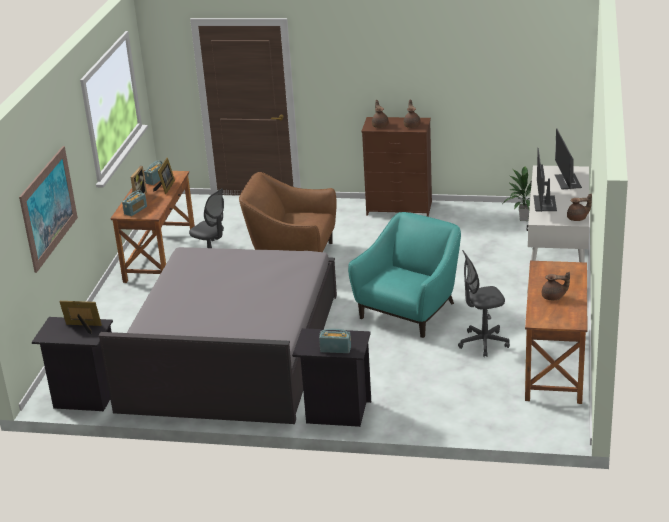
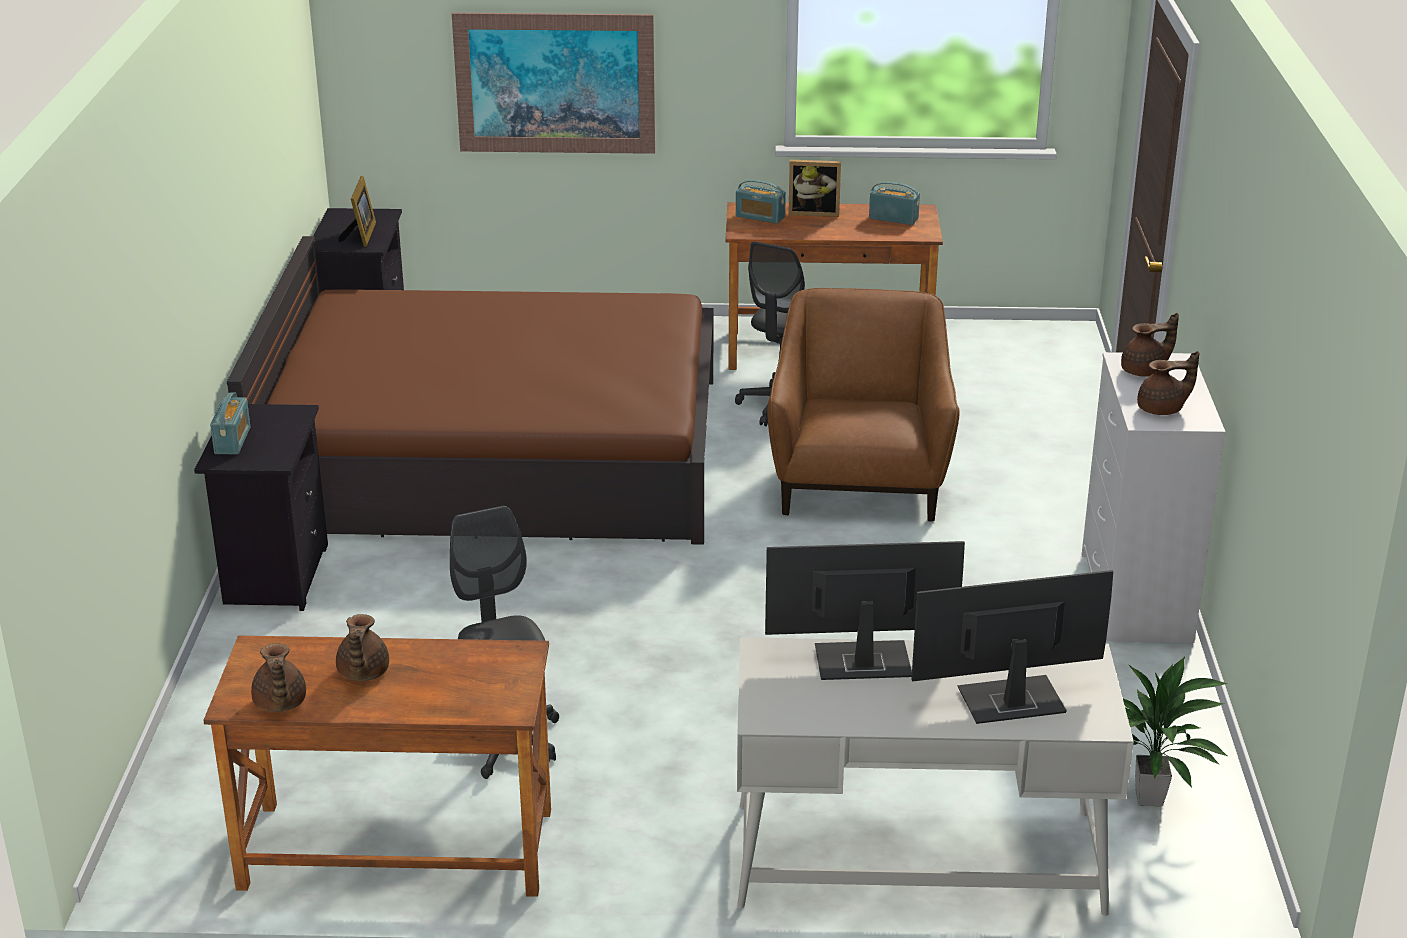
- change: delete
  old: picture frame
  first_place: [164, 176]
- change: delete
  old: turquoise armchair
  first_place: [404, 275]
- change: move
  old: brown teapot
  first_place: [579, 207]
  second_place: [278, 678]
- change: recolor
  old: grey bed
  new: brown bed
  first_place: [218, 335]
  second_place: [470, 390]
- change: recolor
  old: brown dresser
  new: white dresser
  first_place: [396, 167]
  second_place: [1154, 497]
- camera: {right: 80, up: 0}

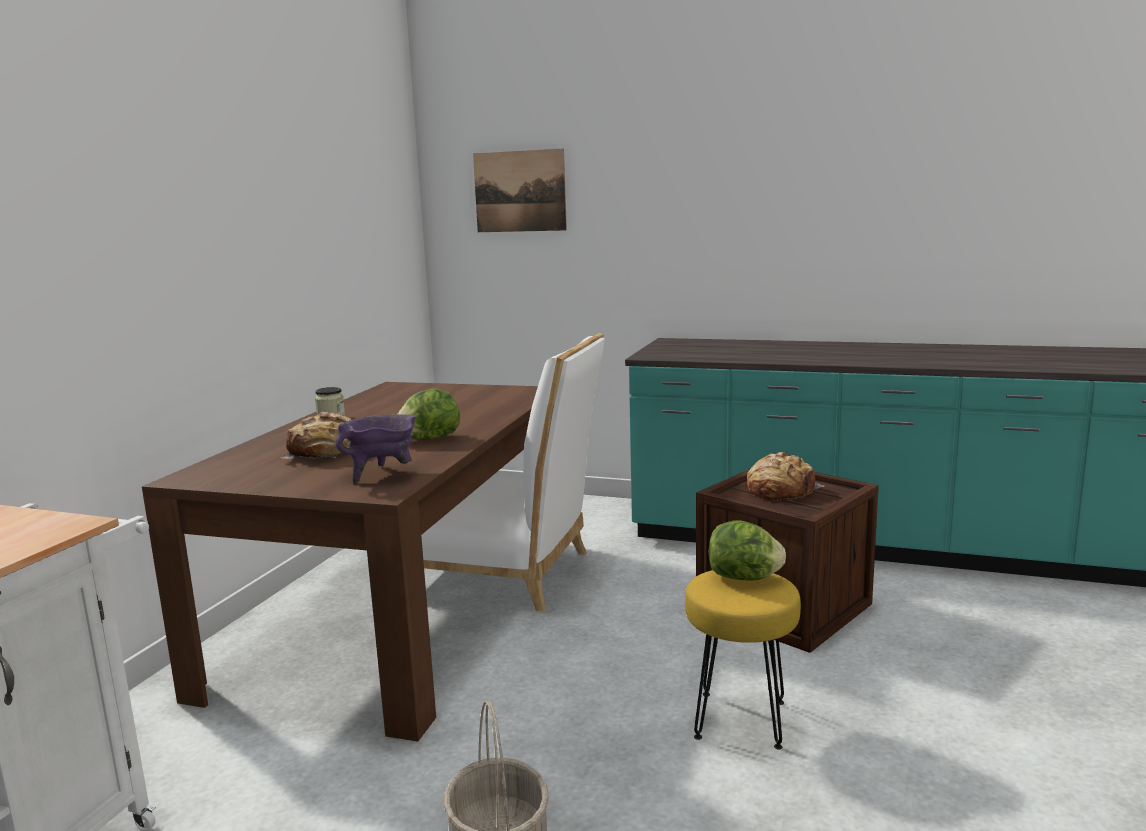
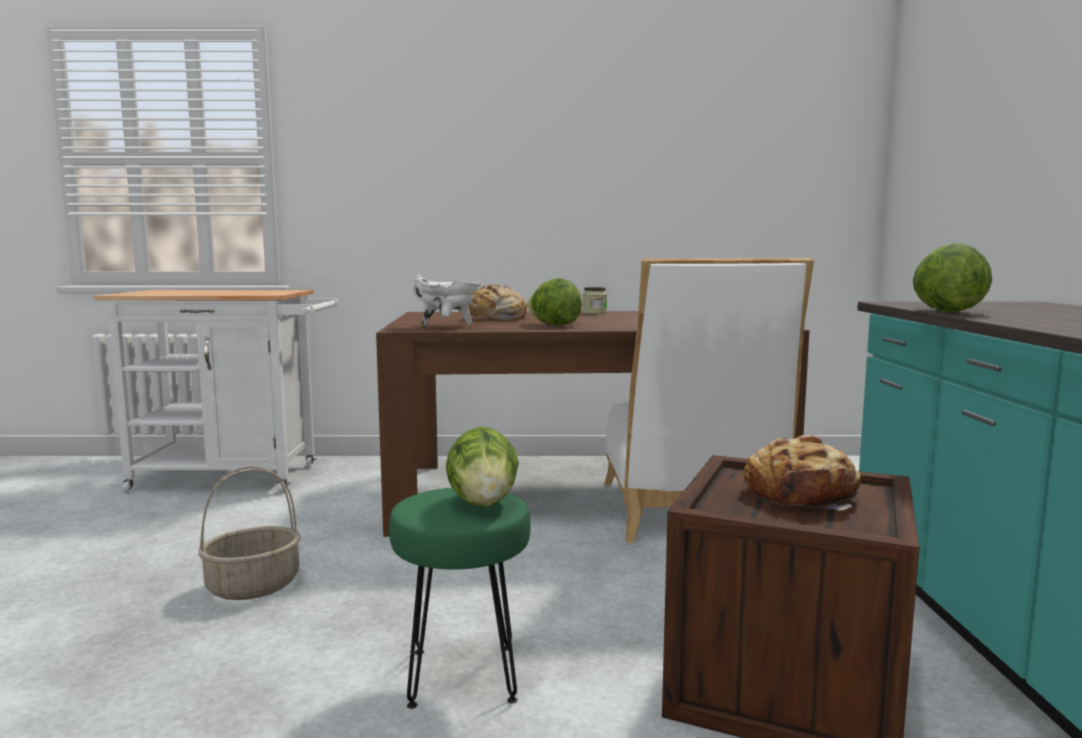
- change: delete
  old: picture
  first_place: [520, 190]
- change: insert
  new: lettuce
  second_place: [952, 277]
- change: recolor
  old: purple cooking pot
  new: white cooking pot
  first_place: [376, 449]
  second_place: [447, 300]
- change: recolor
  old: yellow stool
  new: green stool
  first_place: [743, 660]
  second_place: [460, 598]
- camera: {right: 70, up: -5}

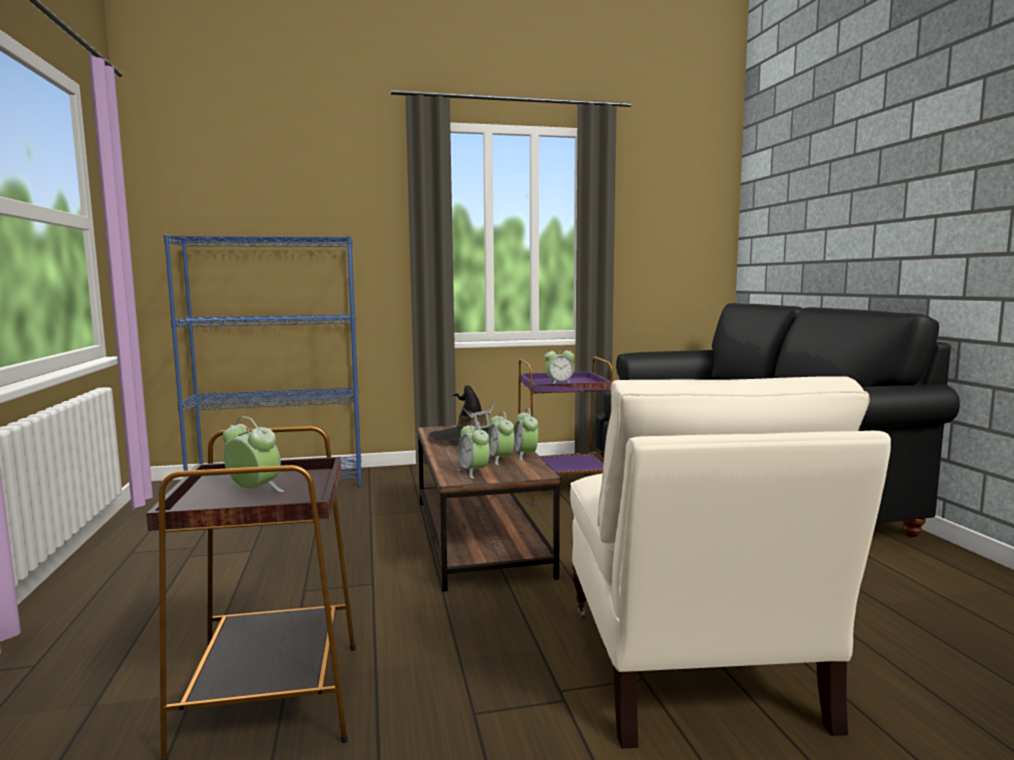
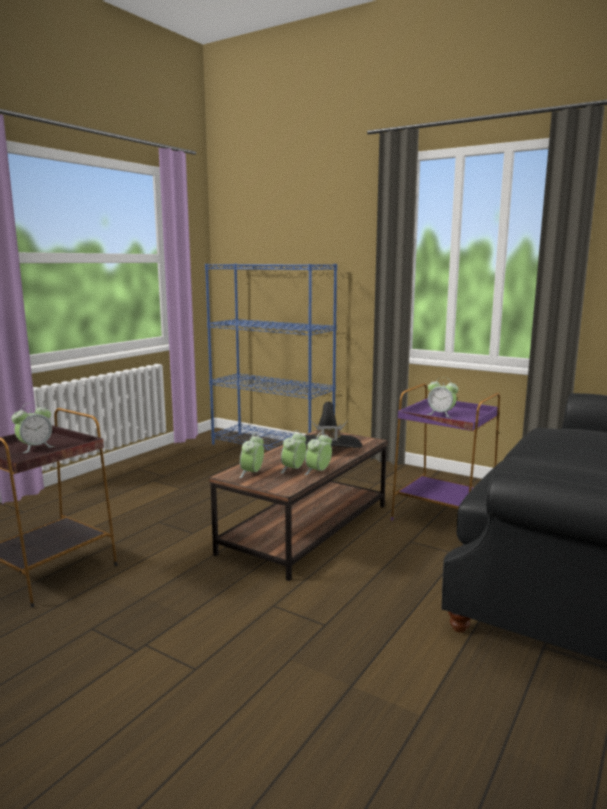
- change: delete
  old: beige armchair
  first_place: [730, 562]
- change: rotate
  old: alarm clock
  first_place: [253, 454]
  second_place: [32, 428]
  degrees: 60
- camera: {right: 45, up: 5}

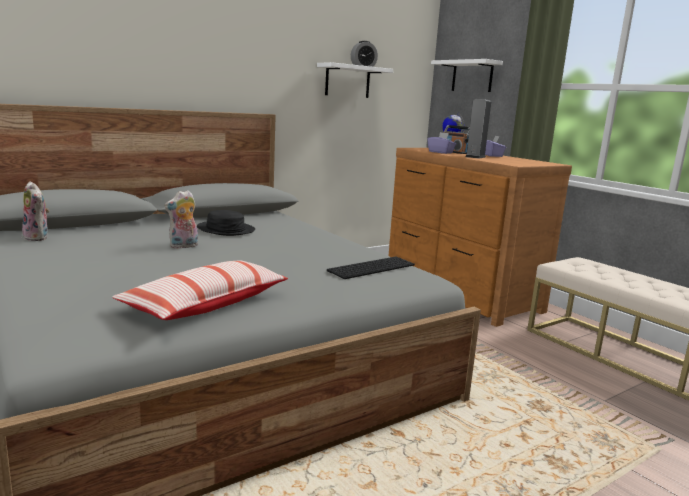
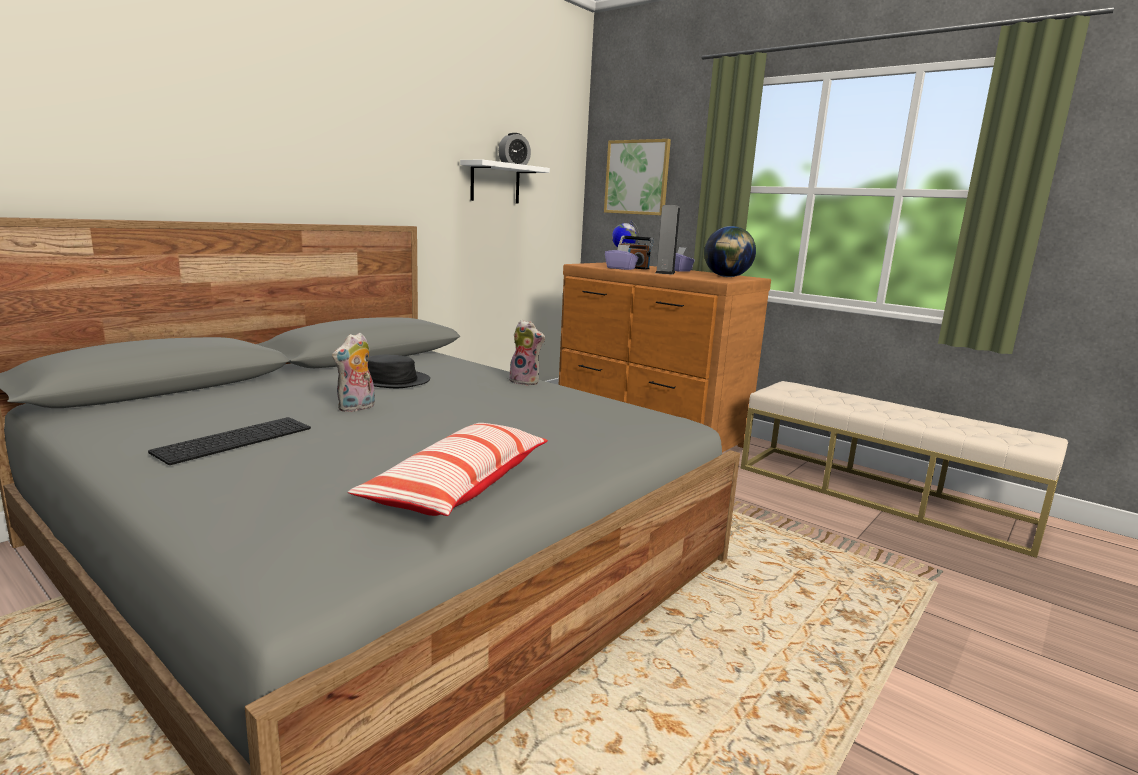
- change: insert
  new: globe
  second_place: [730, 251]
- change: move
  old: plush toy
  first_place: [35, 211]
  second_place: [527, 352]
- change: move
  old: keyboard
  first_place: [371, 268]
  second_place: [229, 441]
- change: replace
  old: white shelf
  new: picture
  first_place: [467, 75]
  second_place: [637, 177]
- camera: {right: -15, up: 0}

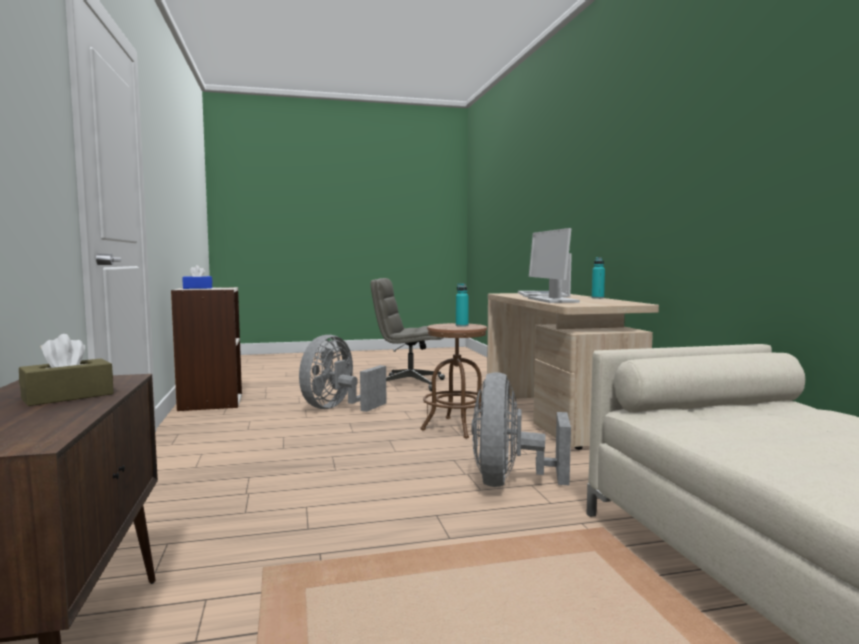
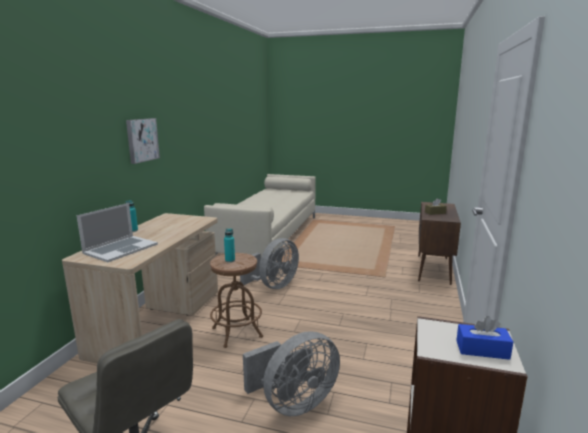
- change: delete
  old: monitor
  first_place: [554, 265]
- change: insert
  new: picture
  second_place: [143, 141]
- camera: {right: -150, up: 10}

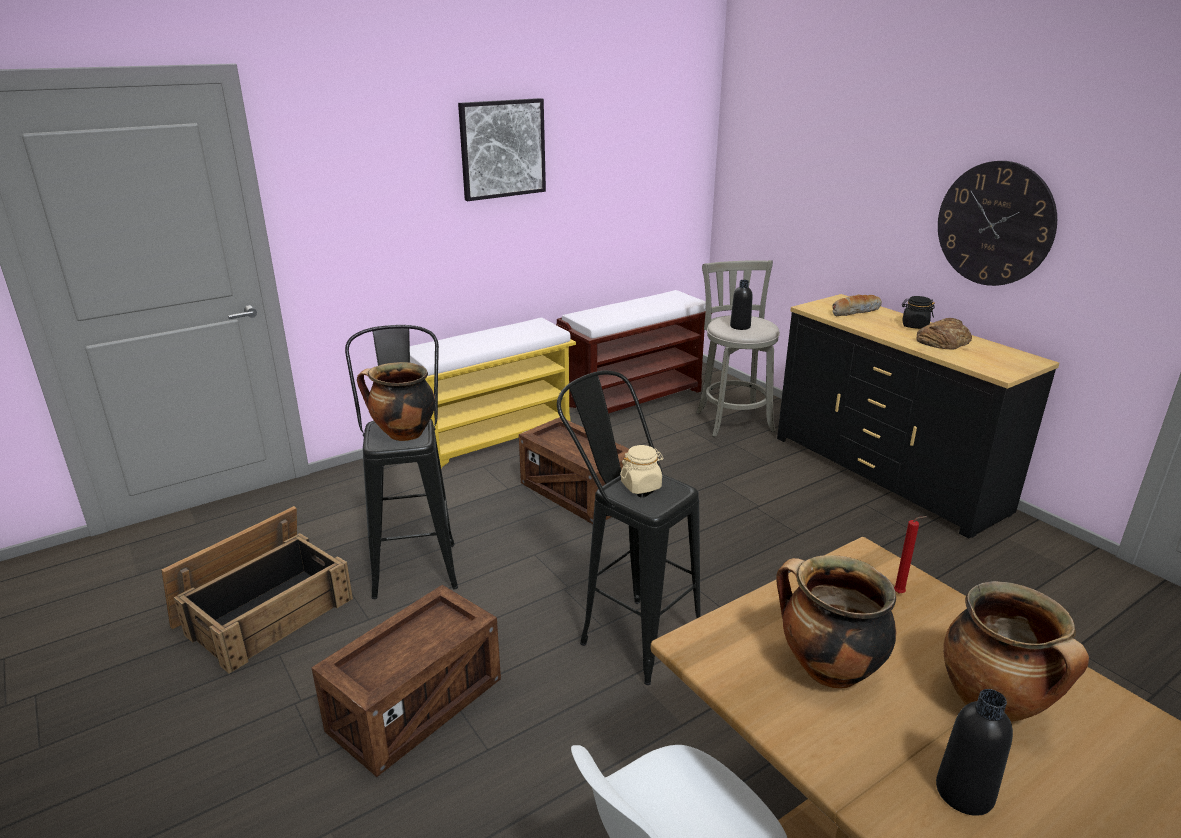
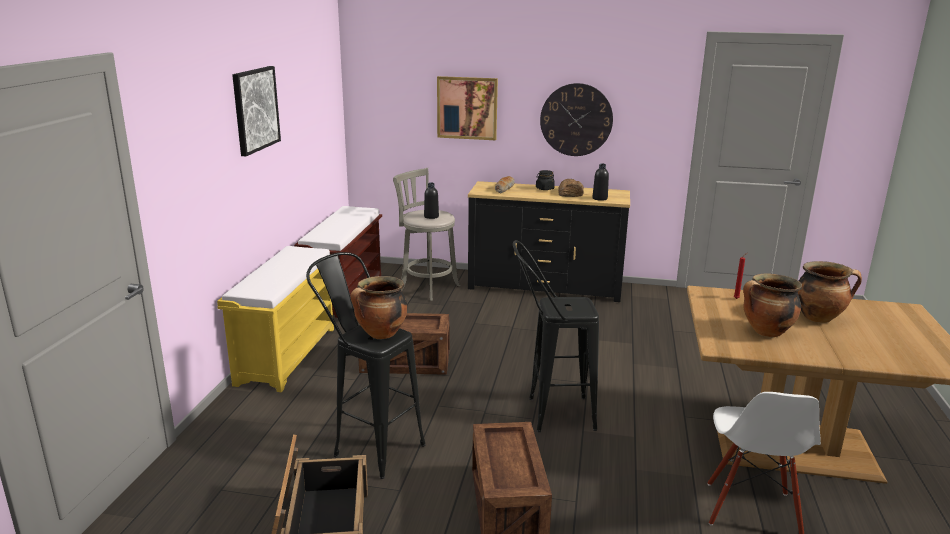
- change: delete
  old: beige jar
  first_place: [642, 469]
- change: insert
  new: picture
  second_place: [467, 108]
- change: move
  old: black bottle
  first_place: [974, 752]
  second_place: [600, 182]
- camera: {right: -45, up: -5}

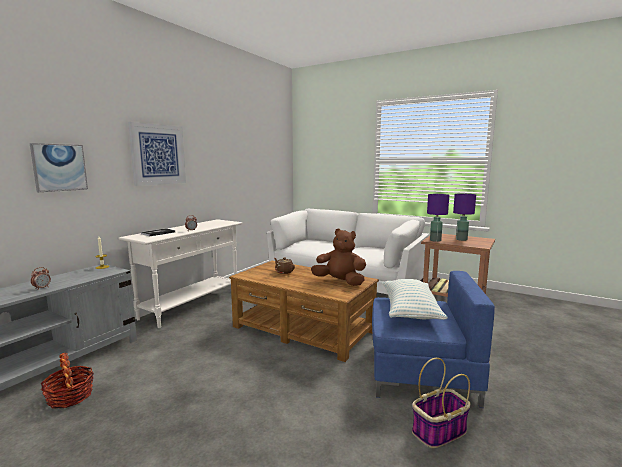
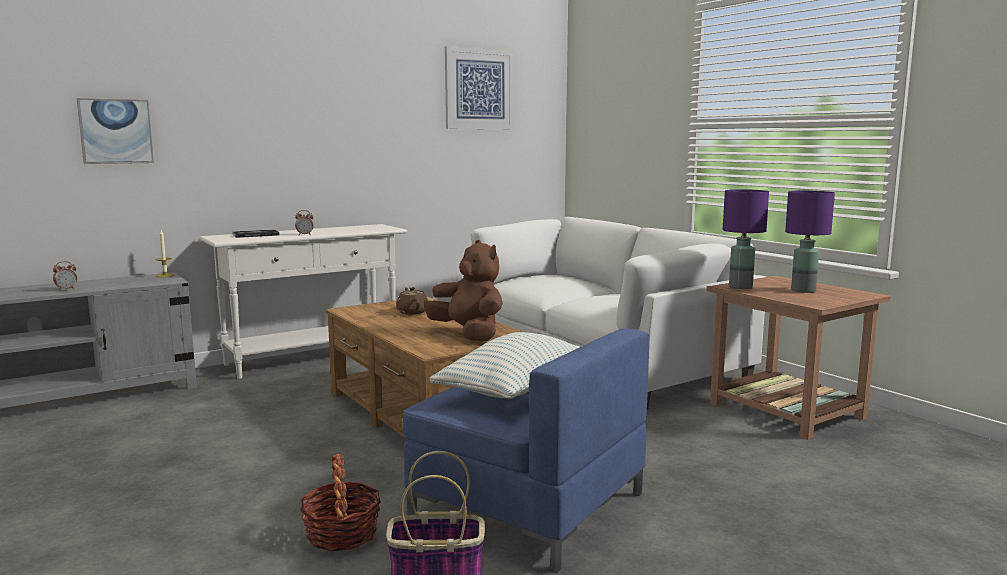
- change: move
  old: basket
  first_place: [67, 381]
  second_place: [340, 502]
- change: move
  old: picture
  first_place: [157, 154]
  second_place: [479, 87]
- camera: {right: 25, up: 0}

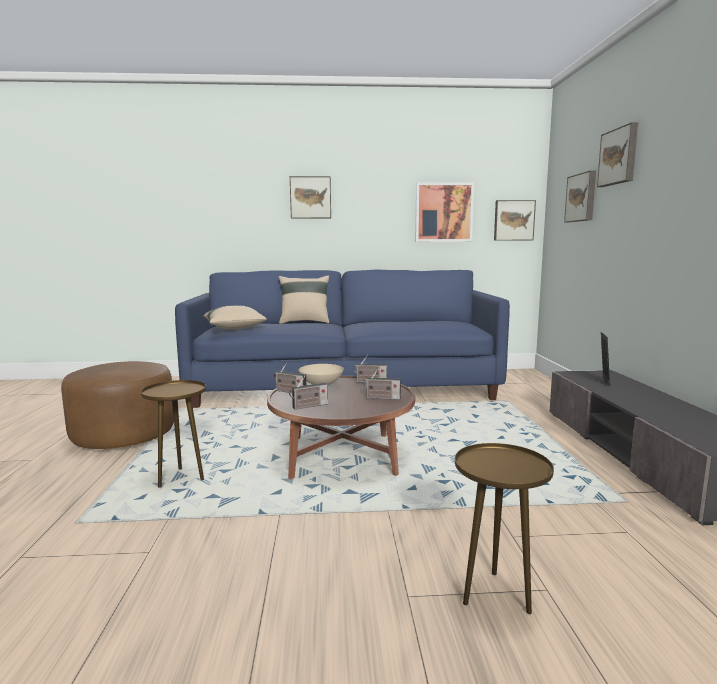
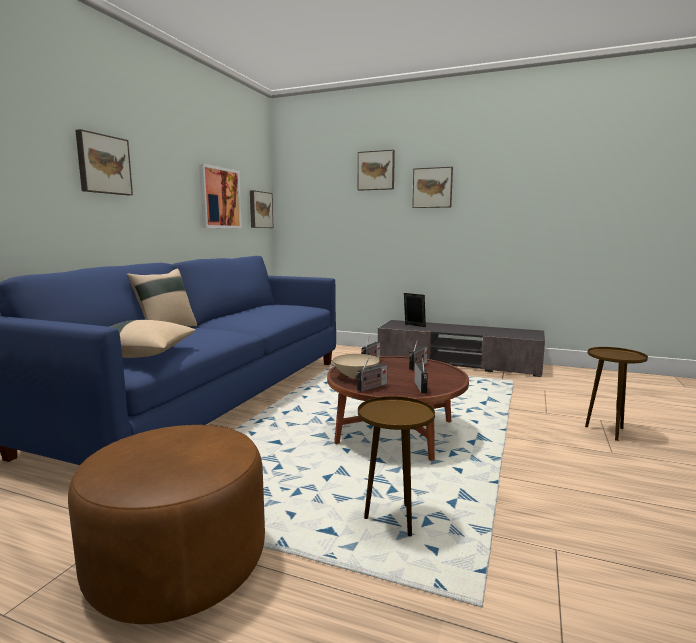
- change: move
  old: picture
  first_place: [580, 196]
  second_place: [432, 187]
- camera: {right: -65, up: 0}

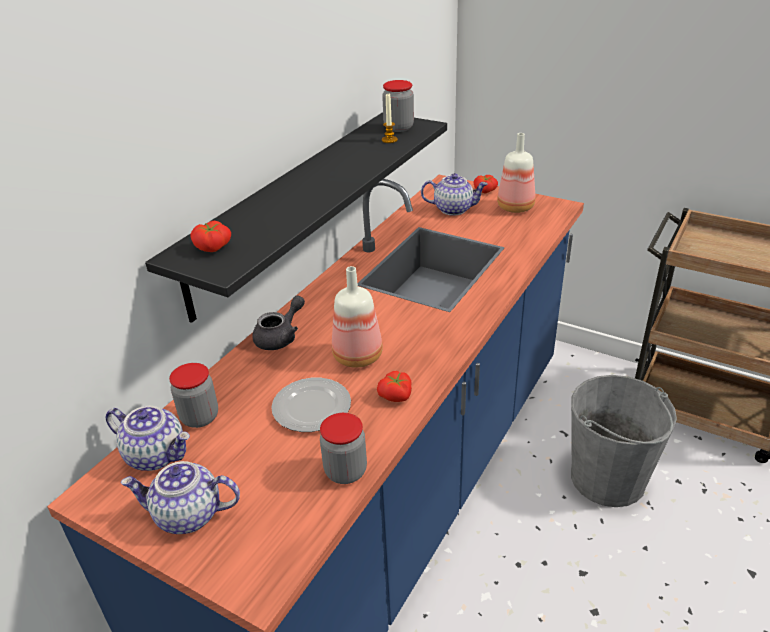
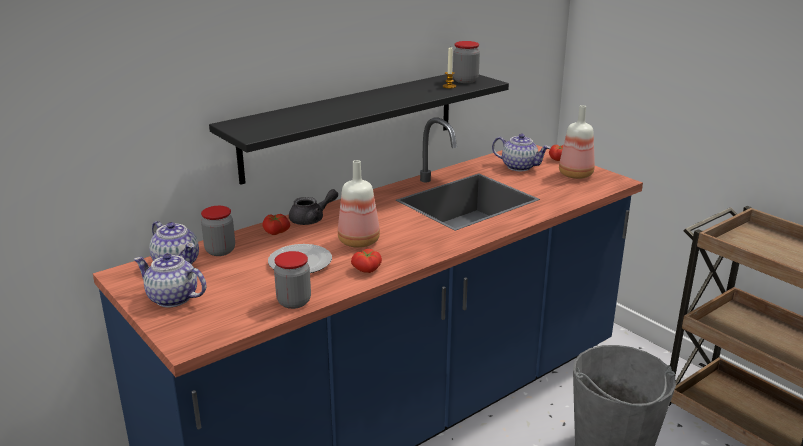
- change: move
  old: tomato
  first_place: [211, 236]
  second_place: [276, 224]
- camera: {right: 20, up: -10}

